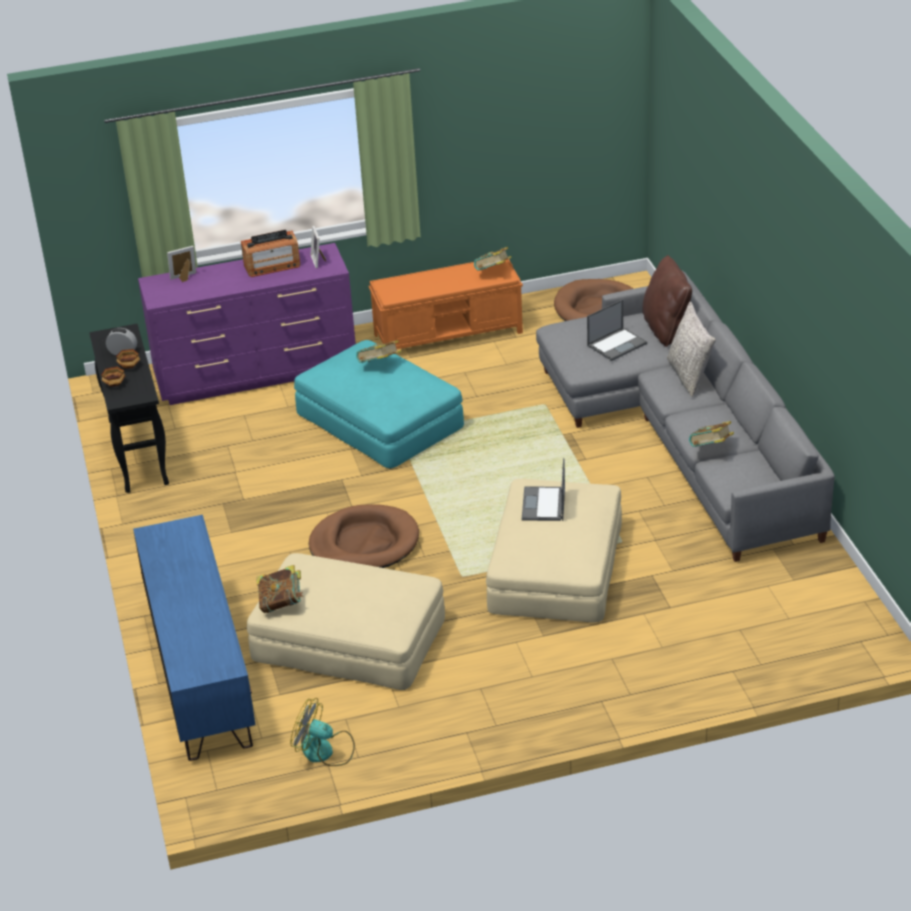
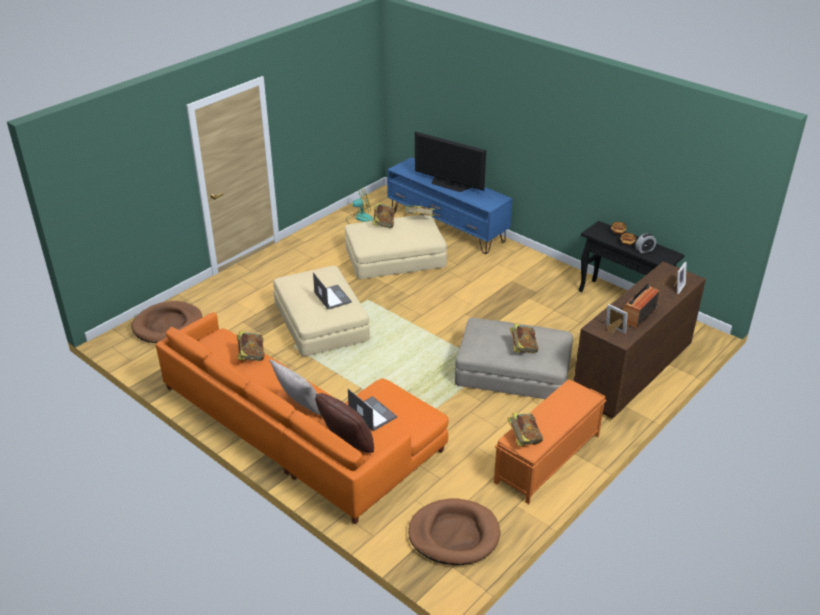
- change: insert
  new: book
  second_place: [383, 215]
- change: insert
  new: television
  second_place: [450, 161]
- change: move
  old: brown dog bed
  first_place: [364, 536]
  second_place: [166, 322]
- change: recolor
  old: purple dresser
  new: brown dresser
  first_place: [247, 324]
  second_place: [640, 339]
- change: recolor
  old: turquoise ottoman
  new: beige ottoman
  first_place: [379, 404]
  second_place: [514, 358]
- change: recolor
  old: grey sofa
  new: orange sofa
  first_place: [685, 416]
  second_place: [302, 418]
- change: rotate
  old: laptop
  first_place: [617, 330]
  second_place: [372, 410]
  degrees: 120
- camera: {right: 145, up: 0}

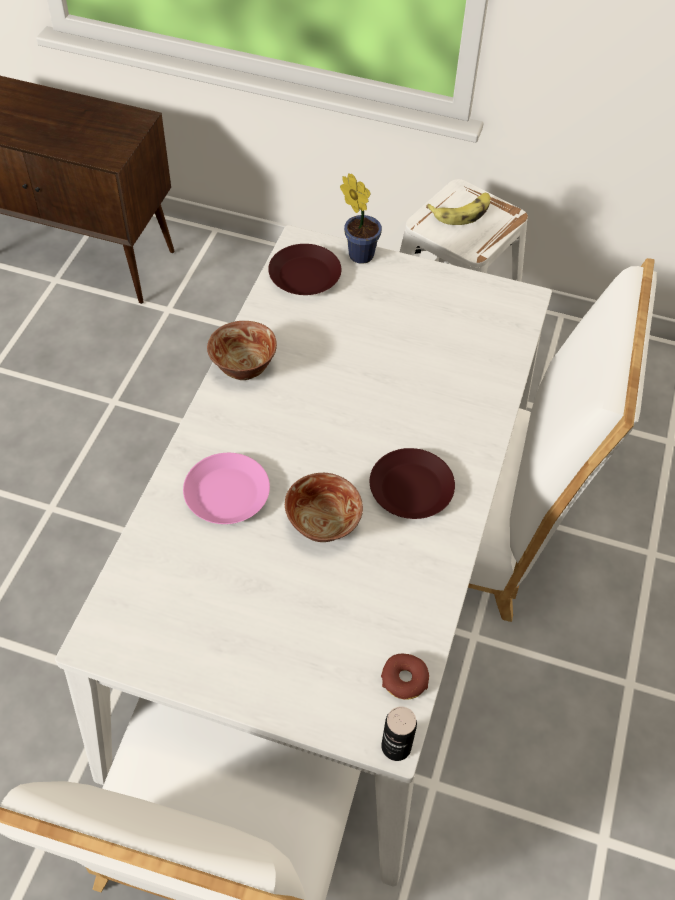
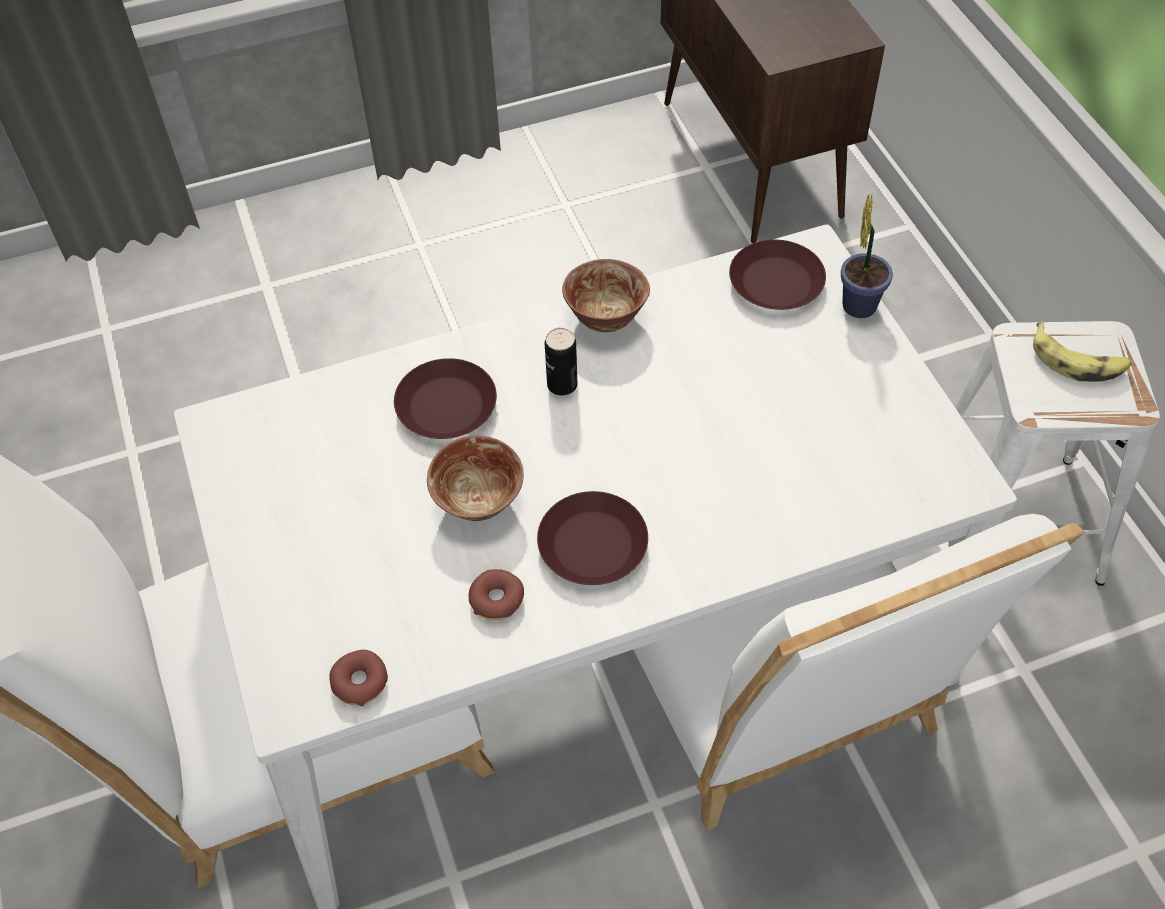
- change: insert
  new: donut
  second_place: [496, 594]
- change: move
  old: can
  first_place: [399, 734]
  second_place: [561, 361]
- change: recolor
  old: pink plate
  new: brown plate
  first_place: [226, 488]
  second_place: [445, 398]
- camera: {right: 55, up: 0}

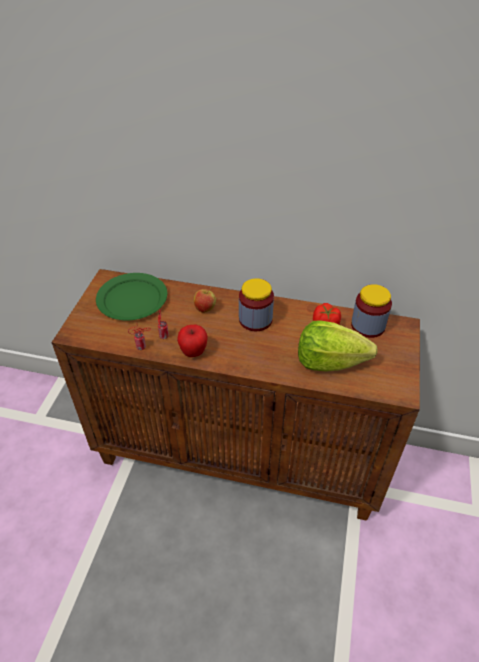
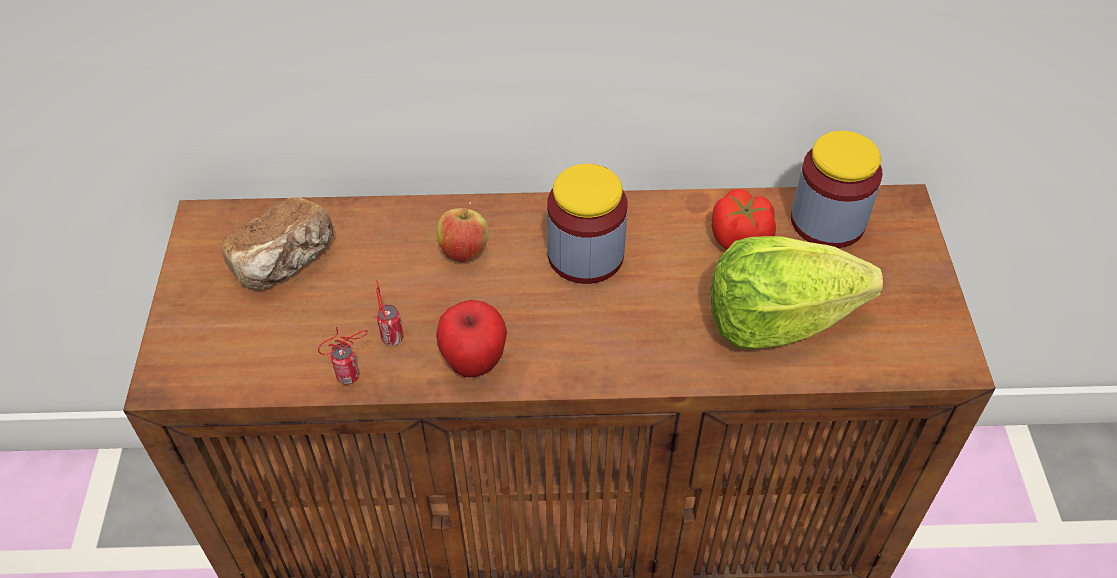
- change: replace
  old: green plate
  new: bread
  first_place: [131, 296]
  second_place: [277, 243]
- camera: {right: -15, up: 5}

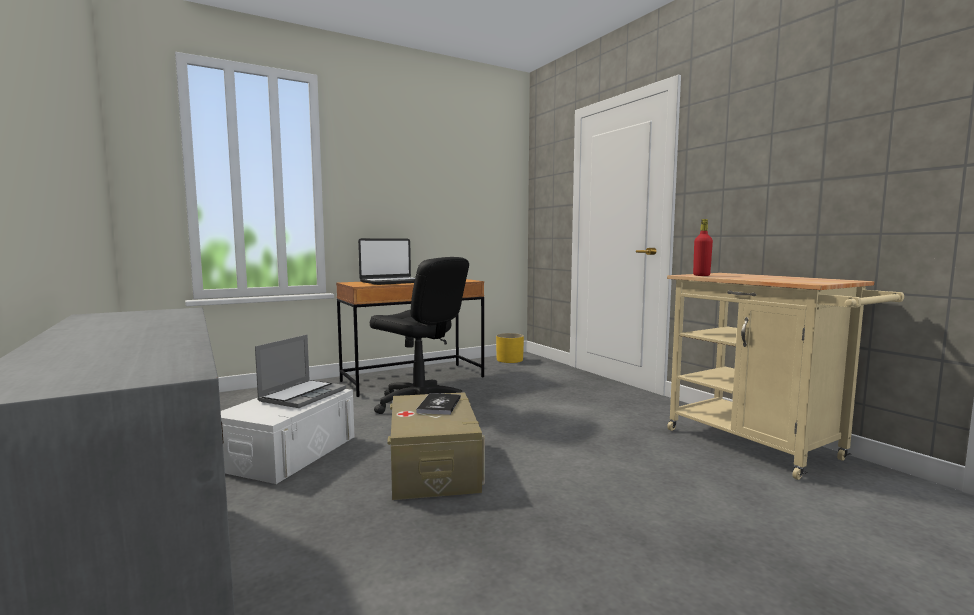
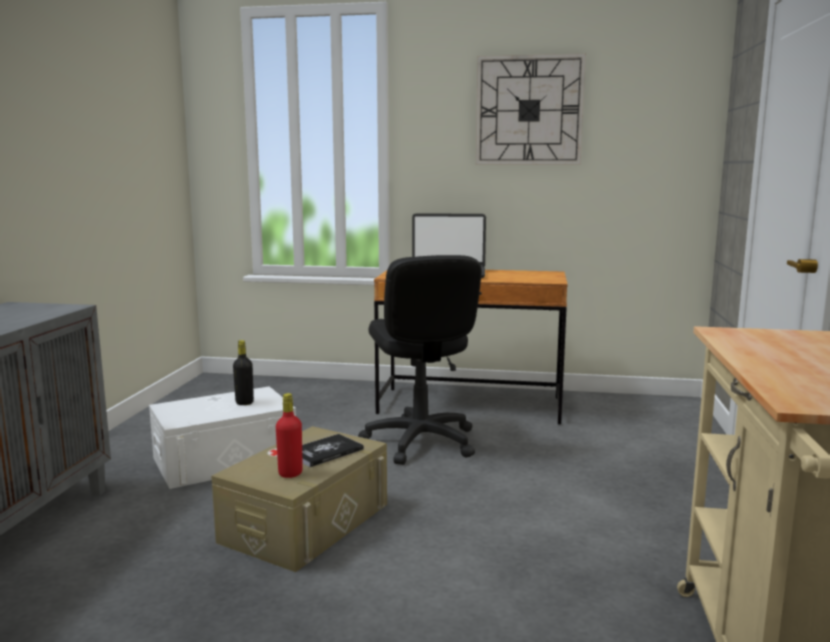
- change: delete
  old: yellow planter
  first_place: [510, 348]
- change: insert
  new: wall clock
  second_place: [531, 109]
- change: move
  old: red bottle
  first_place: [703, 247]
  second_place: [289, 435]
- change: replace
  old: laptop
  new: black bottle
  first_place: [300, 371]
  second_place: [243, 372]
- camera: {right: 40, up: 5}

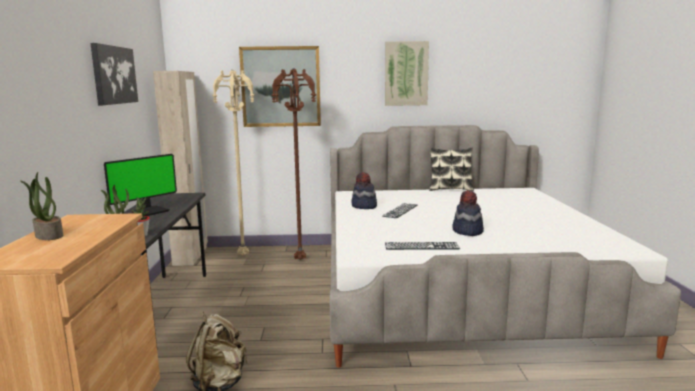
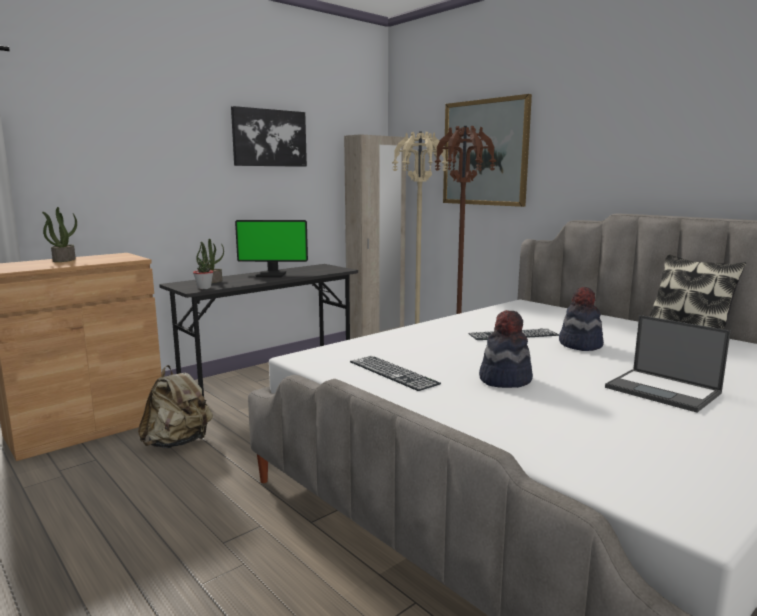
- change: delete
  old: picture
  first_place: [407, 73]
- change: insert
  new: laptop
  second_place: [668, 364]
- change: move
  old: hat
  first_place: [364, 190]
  second_place: [581, 319]
- camera: {right: 50, up: 0}

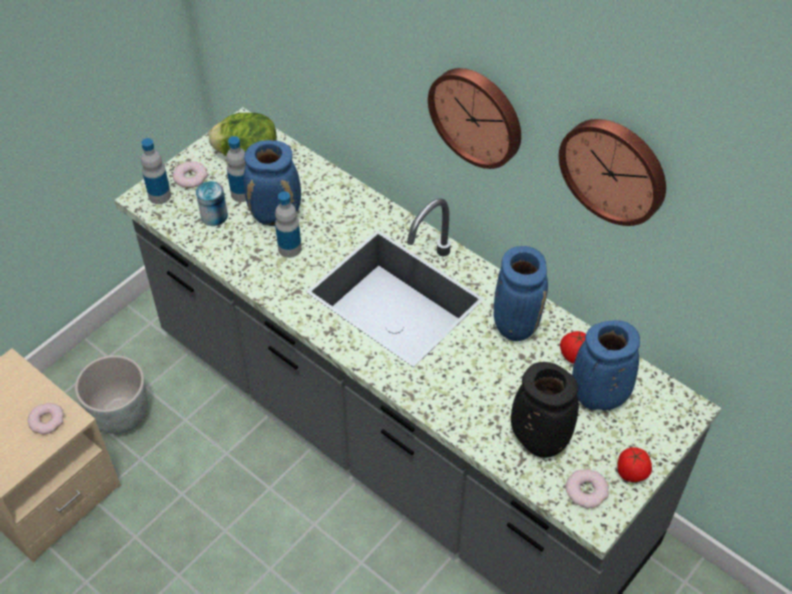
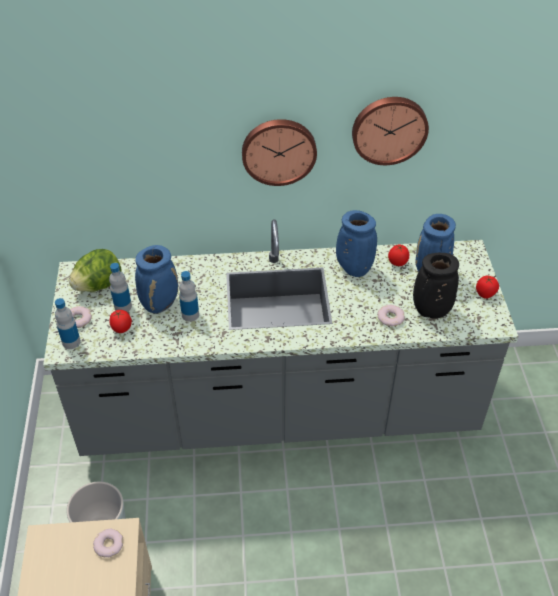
- change: move
  old: donut
  first_place: [587, 488]
  second_place: [391, 315]
- change: replace
  old: can
  new: tomato
  first_place: [212, 203]
  second_place: [120, 321]
- camera: {right: -45, up: -5}

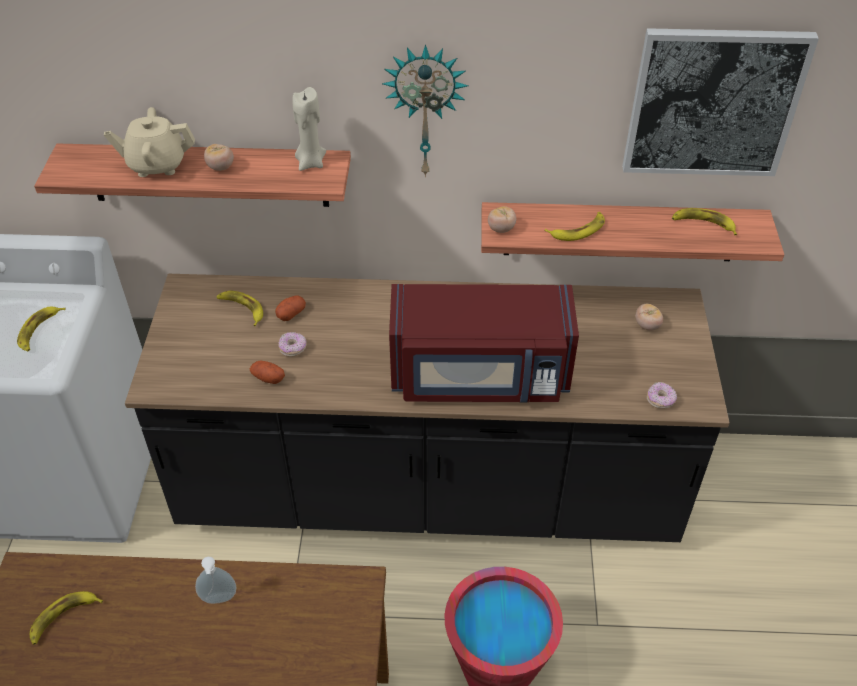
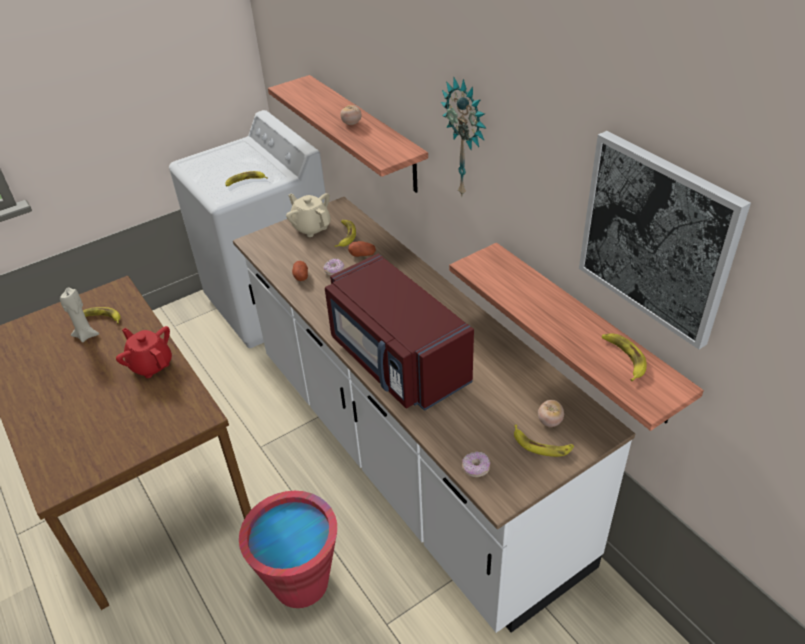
- change: delete
  old: tomato
  first_place: [502, 219]
- change: move
  old: beige teapot
  first_place: [149, 142]
  second_place: [308, 215]
- change: move
  old: beige candle
  first_place: [309, 129]
  second_place: [79, 314]
- change: move
  old: banana
  first_place: [574, 226]
  second_place: [544, 441]
- change: replace
  old: soap dispenser
  new: red teapot
  first_place: [216, 580]
  second_place: [144, 352]
- change: recolor
  old: black counter
  new: white counter
  first_place: [427, 408]
  second_place: [434, 415]
- camera: {right: 55, up: -5}

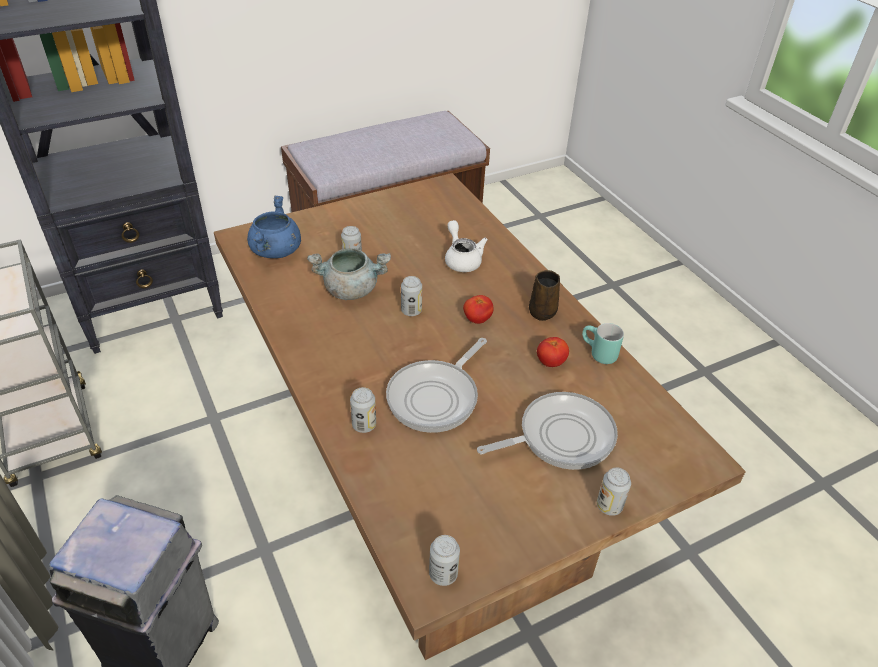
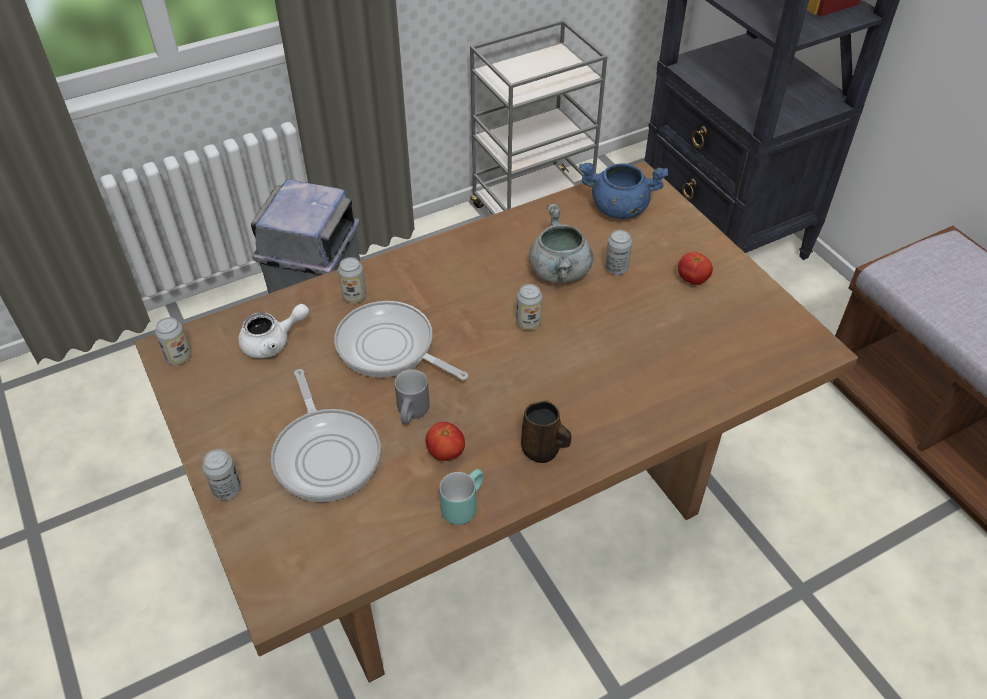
- change: insert
  new: grey mug
  second_place: [412, 397]
- change: move
  old: white teapot
  first_place: [466, 246]
  second_place: [273, 331]
- change: move
  old: tomato
  first_place: [478, 309]
  second_place: [695, 268]
- camera: {right: 90, up: 5}

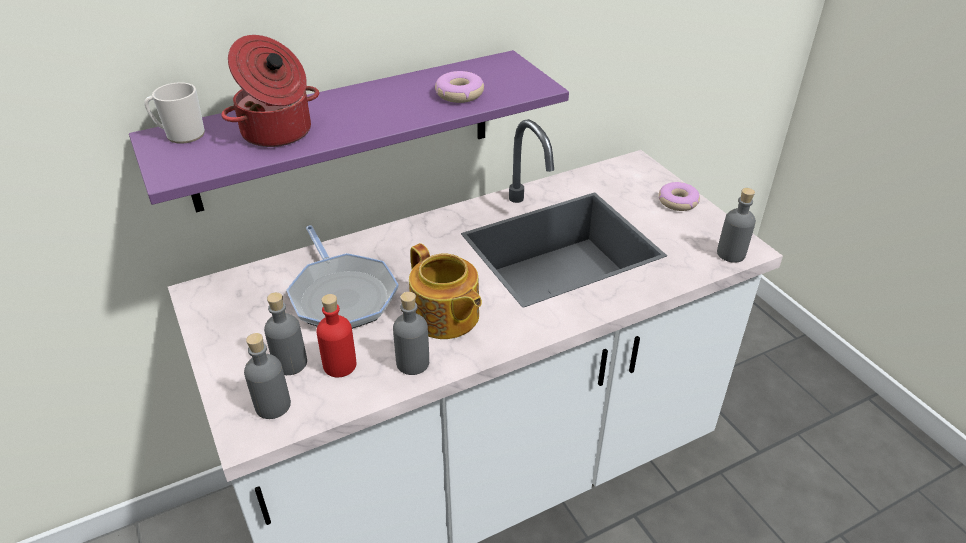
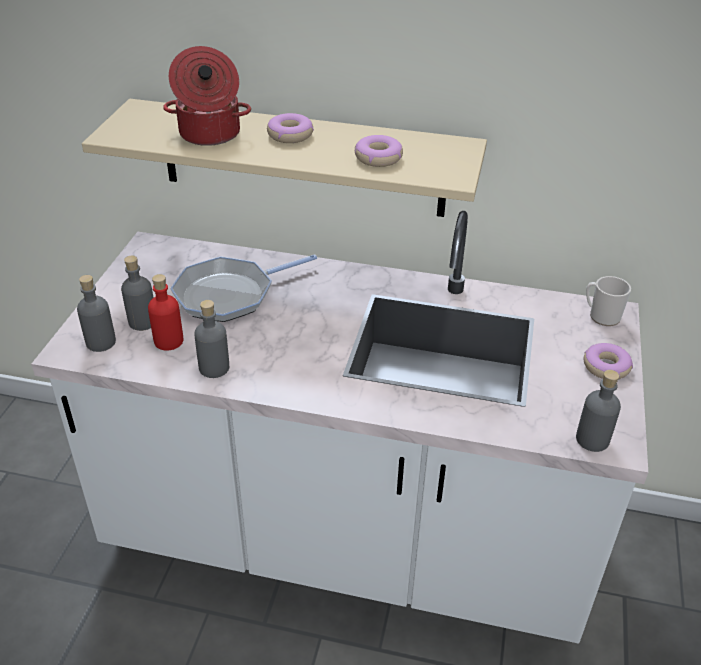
- change: delete
  old: teapot
  first_place: [445, 291]
- change: insert
  new: donut
  second_place: [290, 128]
- change: move
  old: mug
  first_place: [174, 113]
  second_place: [608, 301]
- change: recolor
  old: purple shelf
  new: beige shelf
  first_place: [349, 131]
  second_place: [284, 158]
- change: rotate
  old: frying pan
  first_place: [342, 277]
  second_place: [243, 288]
  degrees: 45
- camera: {right: 40, up: 0}

